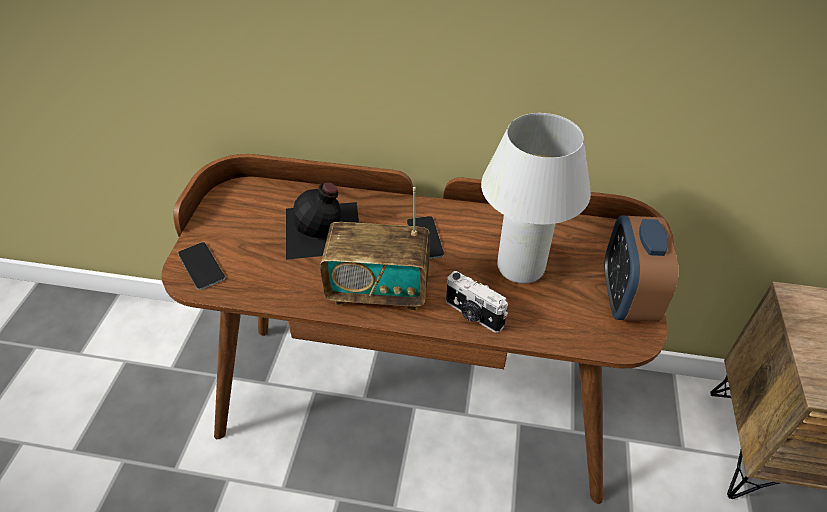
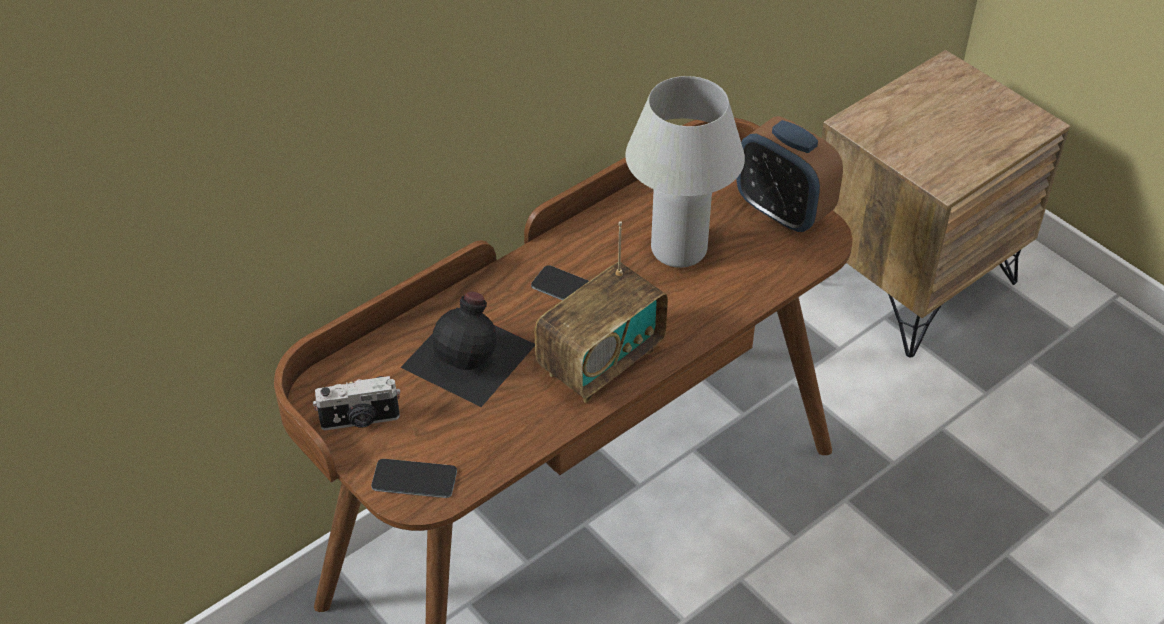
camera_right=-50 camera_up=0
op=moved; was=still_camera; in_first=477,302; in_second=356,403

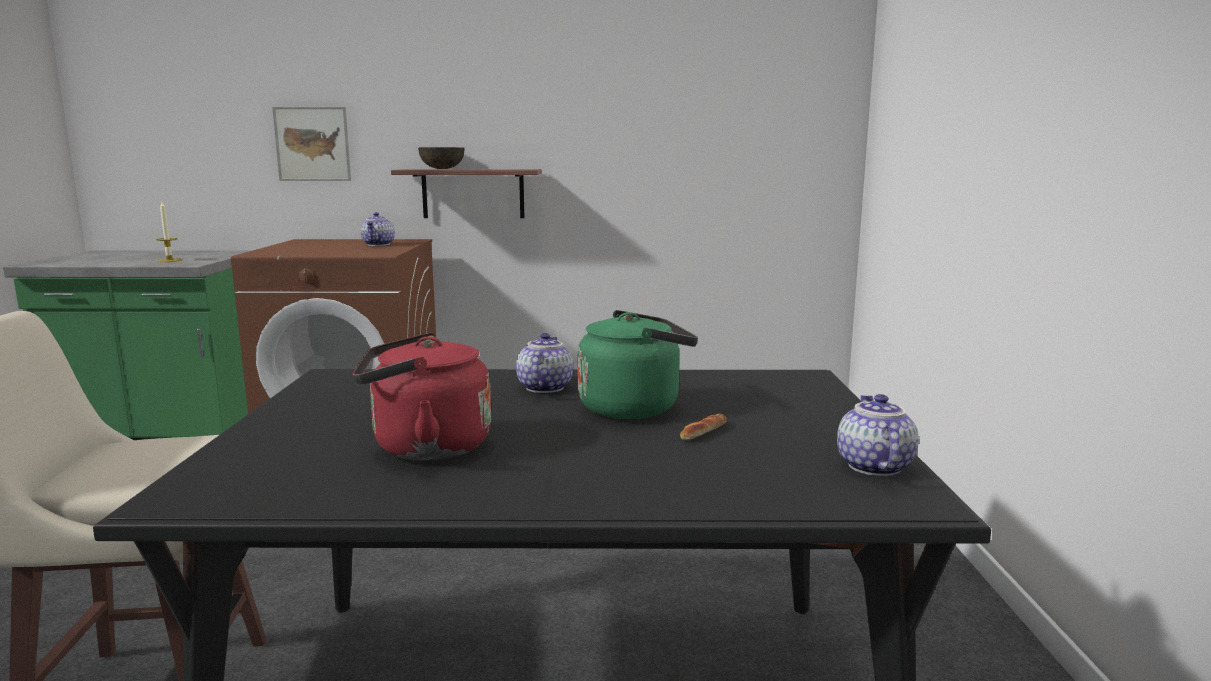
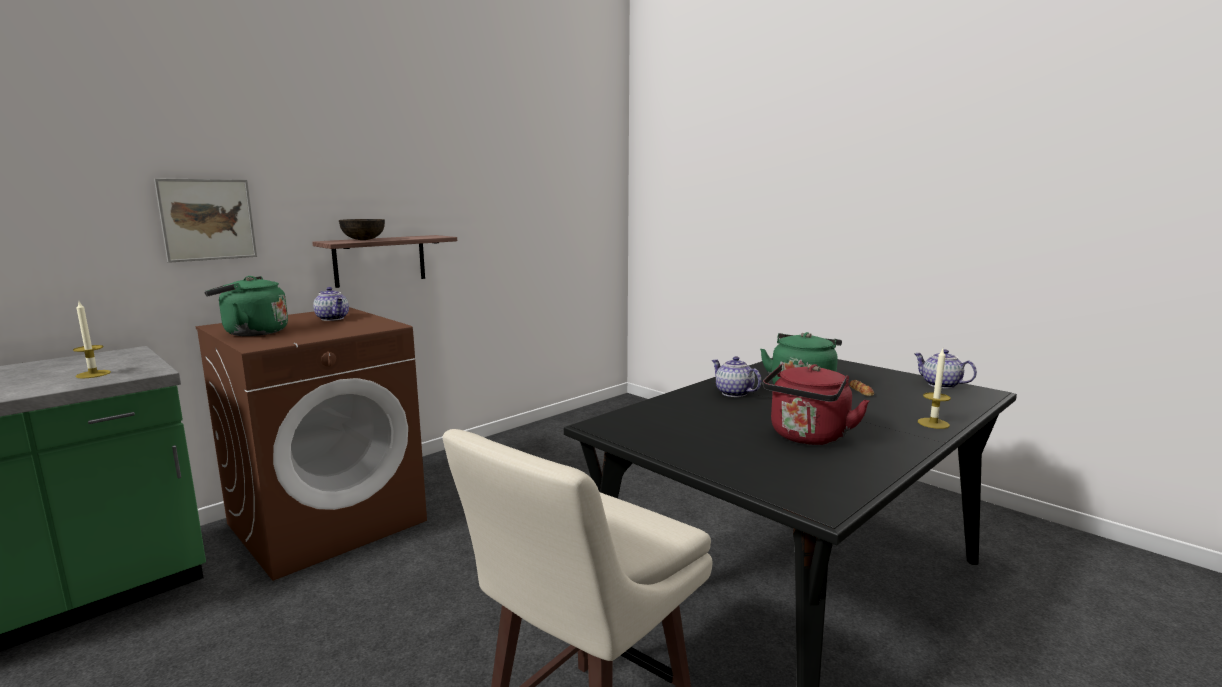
camera_right=-45 camera_up=0
op=added; now=greenish_water_kettle; in_second=246,306
op=added; now=candle; in_second=934,389

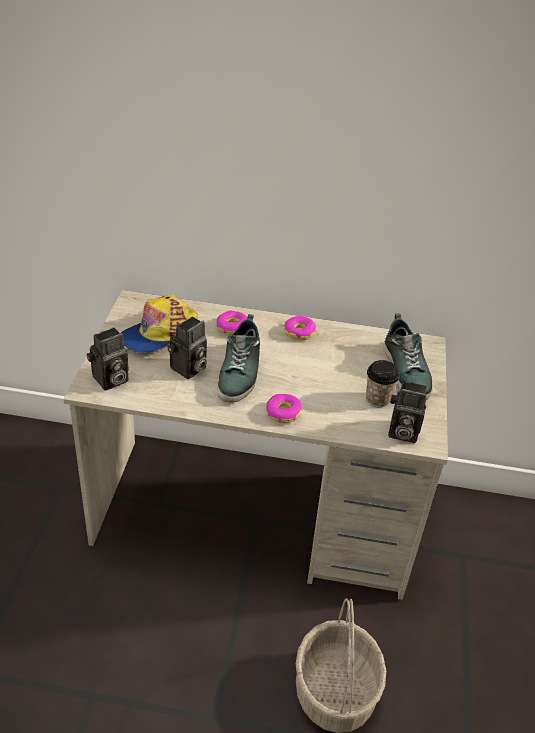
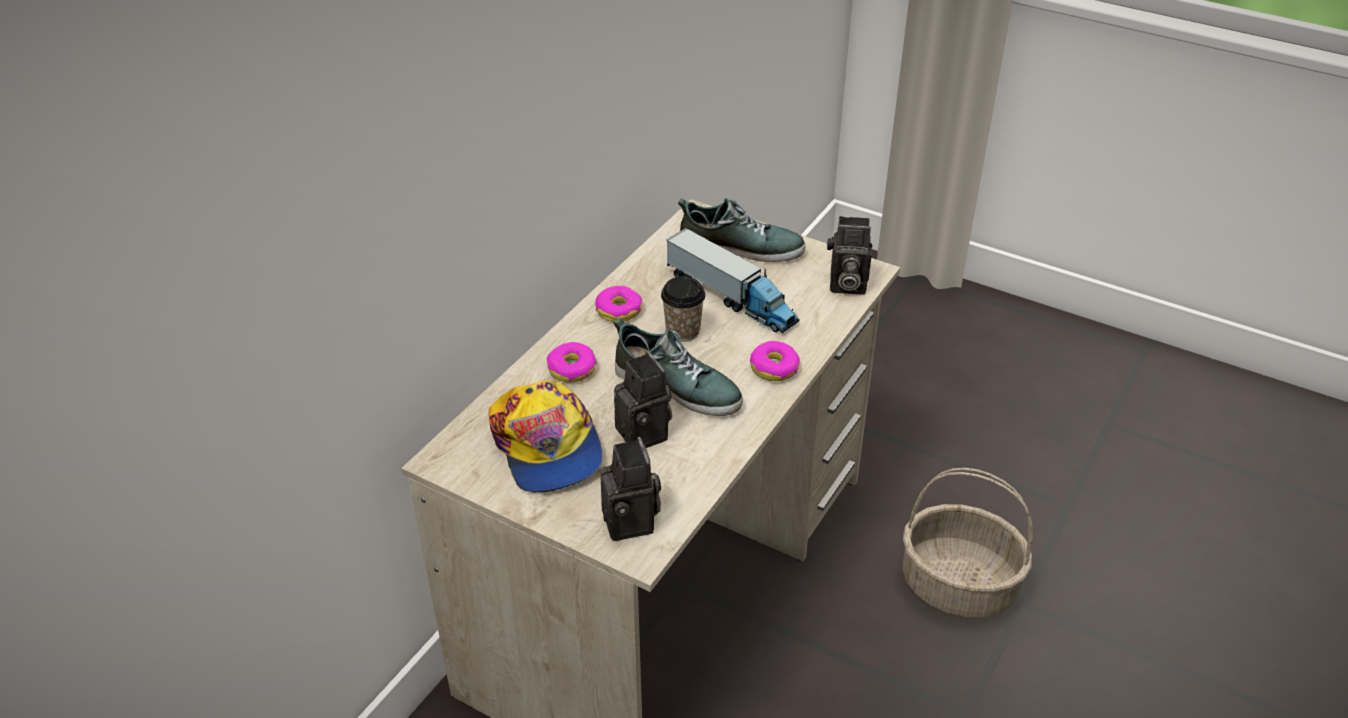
camera_right=-65 camera_up=0
op=moved; was=drinking_cup; in_first=383,383; in_second=683,309
op=turned; was=still_camera; in_first=407,412; in_second=849,255; clockwise=60
op=added; now=toy_lorry; in_second=732,280

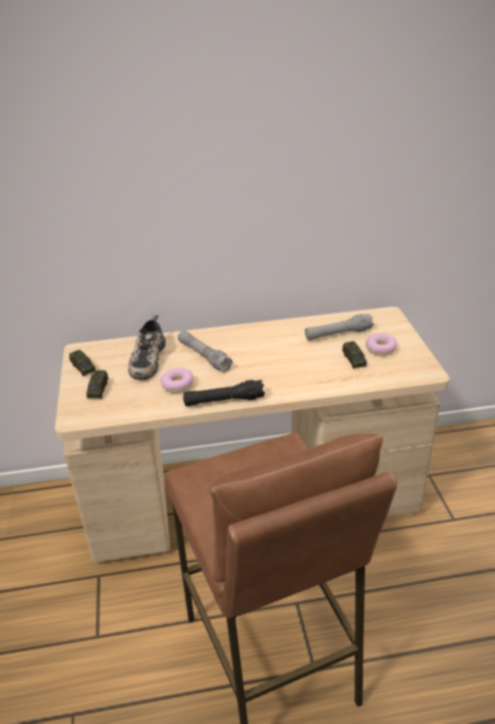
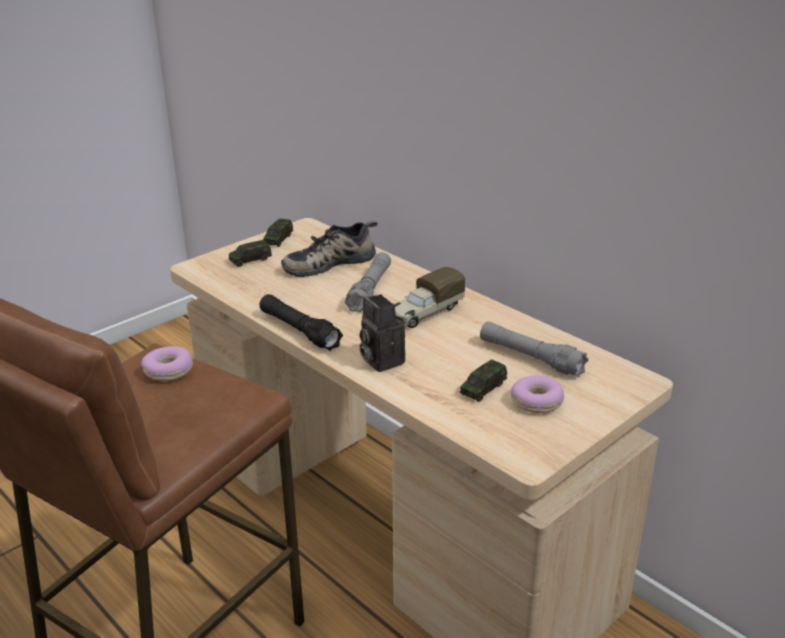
camera_right=55 camera_up=-5
op=moved; was=donut; in_first=176,380; in_second=167,363
op=added; now=toy_lorry; in_second=429,297
op=added; now=still_camera; in_second=382,333

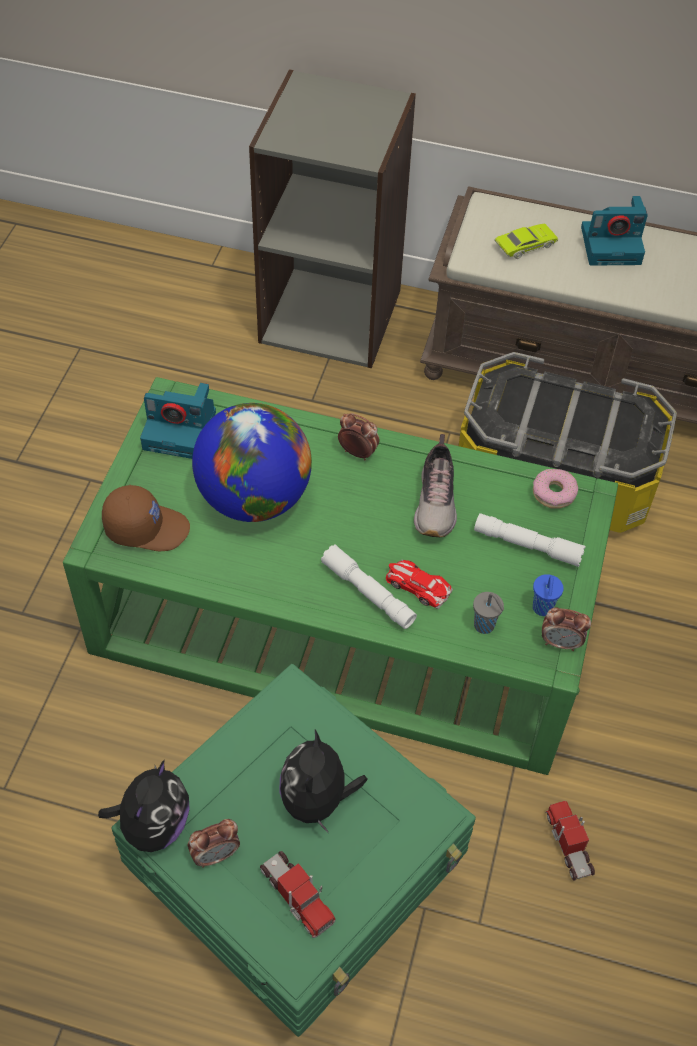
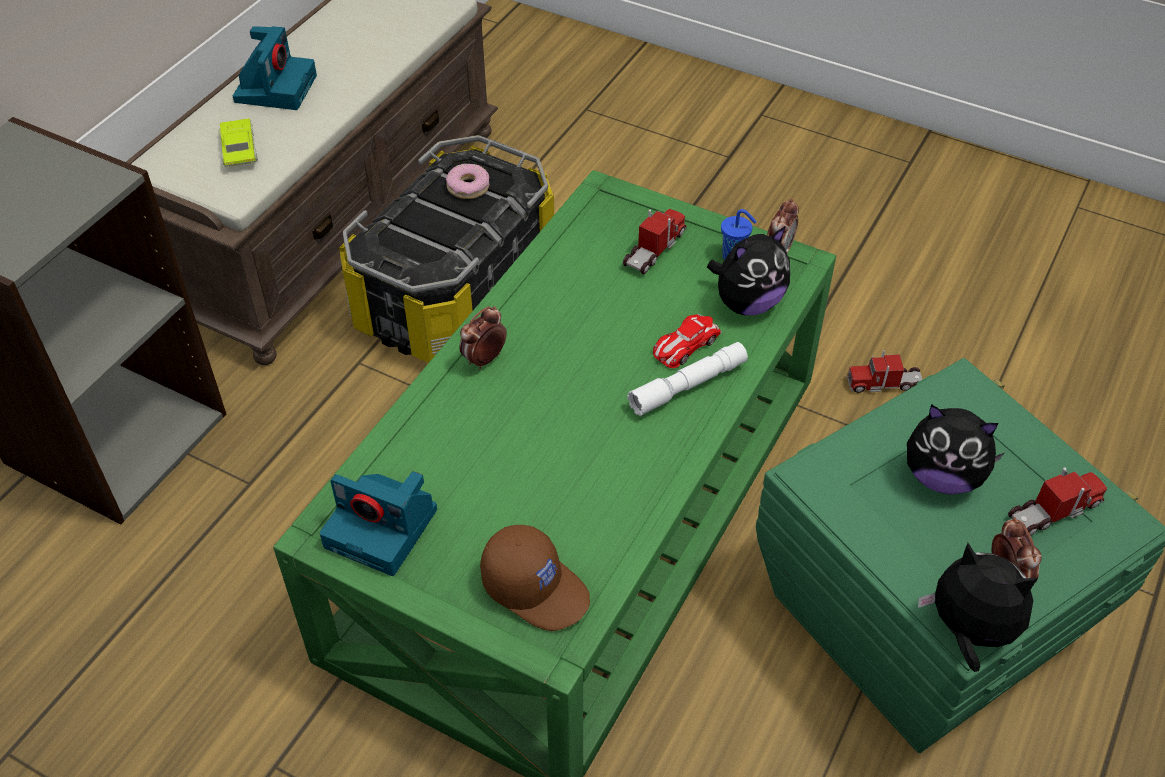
camera_right=-75 camera_up=-5
op=turned; was=still_camera; in_first=178,421; in_second=378,523; clockwise=90
op=removed; was=world_globe; in_first=252,462
op=removed; was=shoe; in_first=435,485
op=moved; was=donut; in_first=555,489; in_second=467,181
op=turned; was=brown-coloured_cap; in_first=146,518; in_second=535,578; clockwise=105
op=replaced; was=whitish_torch; now=toy_lorry; in_first=530,540; in_second=654,242
op=replaced; was=gray_drinking_cup; now=soft_toy; in_first=488,613; in_second=748,271

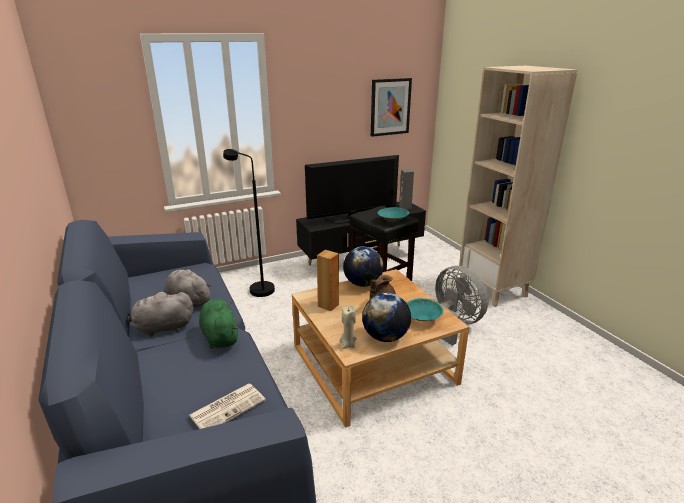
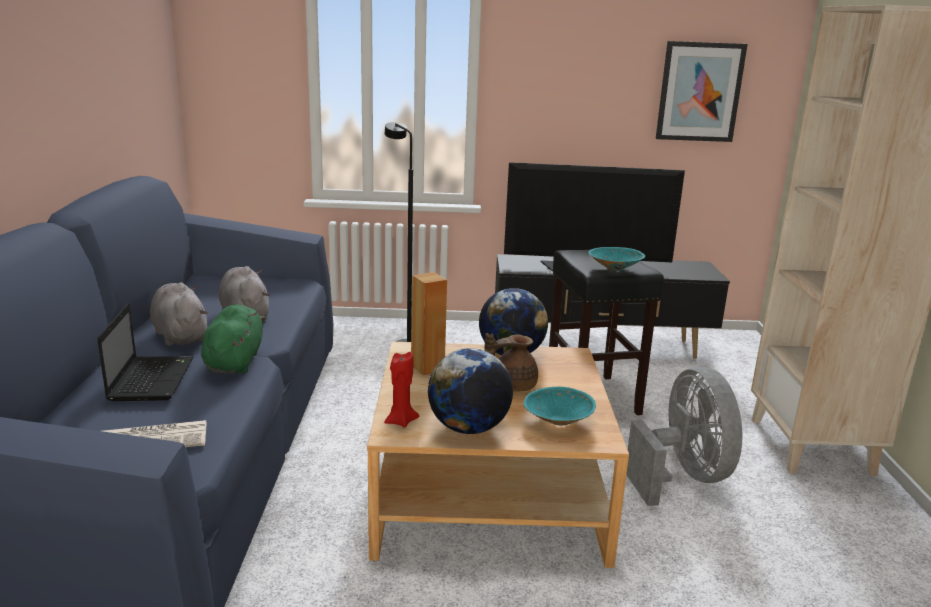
camera_right=25 camera_up=-5
op=removed; was=gray_speaker; in_first=406,189
op=turned; was=gray_soft_toy; in_first=160,314; in_second=179,314; clockwise=45
op=recoloured; was=beige-coloured_candle; now=red-coloured_candle; in_first=348,327; in_second=401,389
op=added; now=portable_computer; in_second=145,352

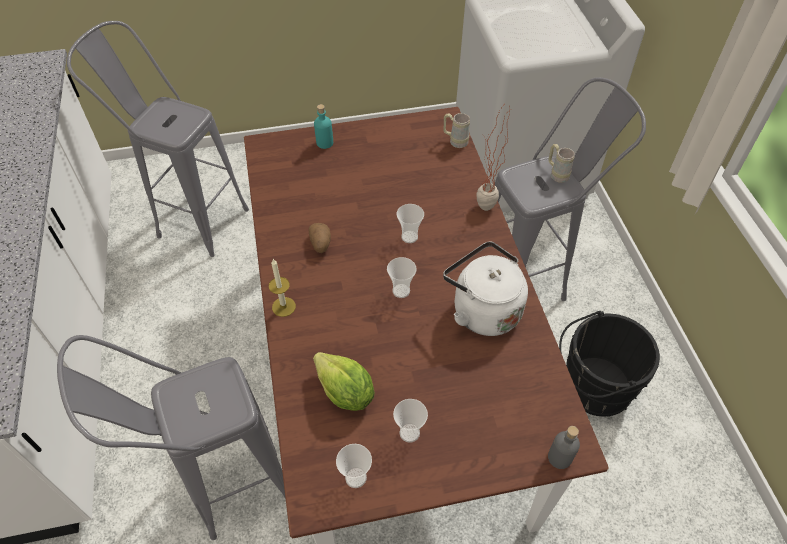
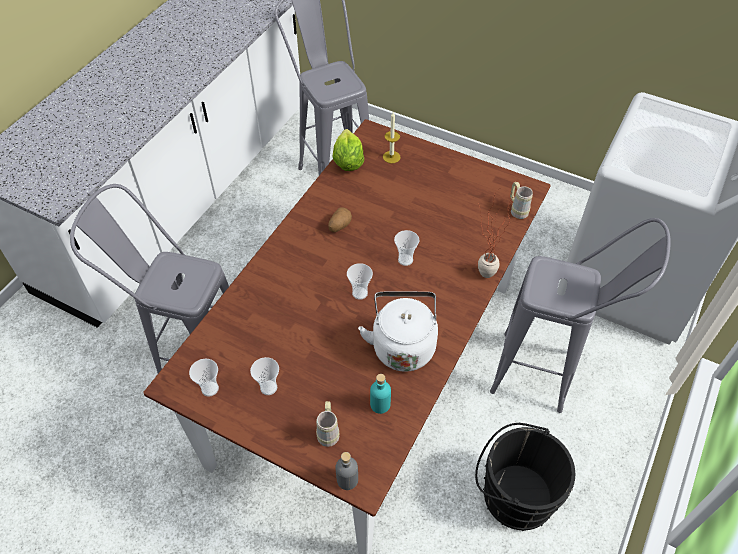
camera_right=40 camera_up=0
op=moved; was=turquoise_bottle; in_first=323,126; in_second=380,394
op=moved; was=beige-coloured_mug; in_first=561,163; in_second=328,424
op=moved; was=candle; in_first=282,288; in_second=392,137
op=moved; was=lettuce_head; in_first=344,381; in_second=348,150

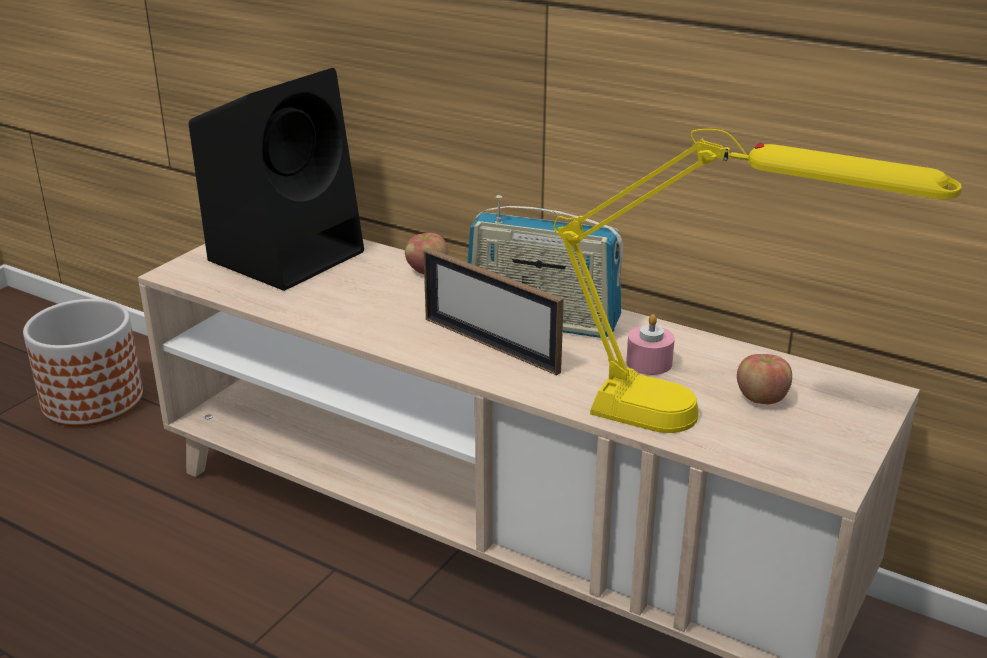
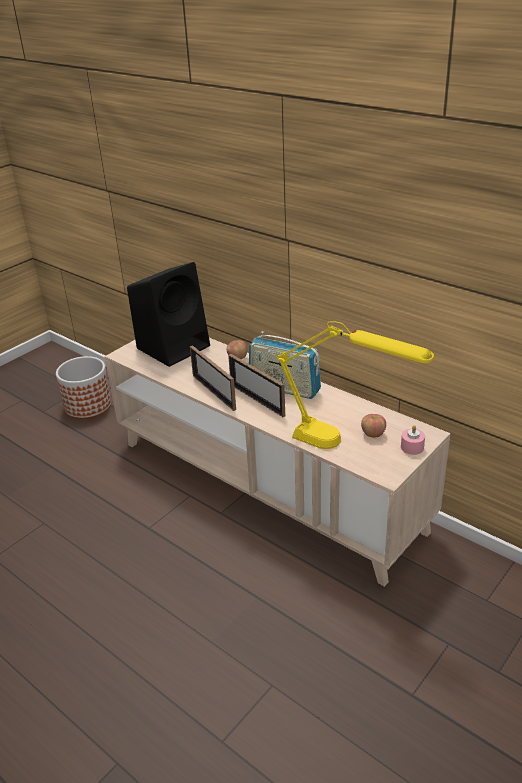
camera_right=10 camera_up=5
op=moved; was=pinkish_candle; in_first=650,344; in_second=413,440
op=added; now=standing_frame; in_second=213,378

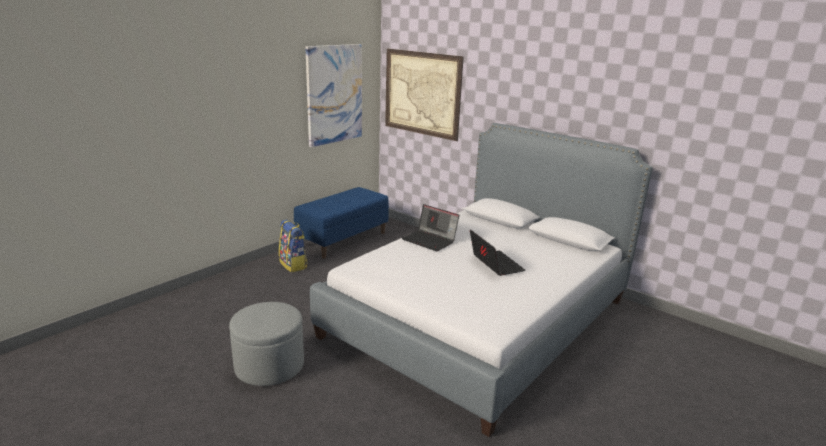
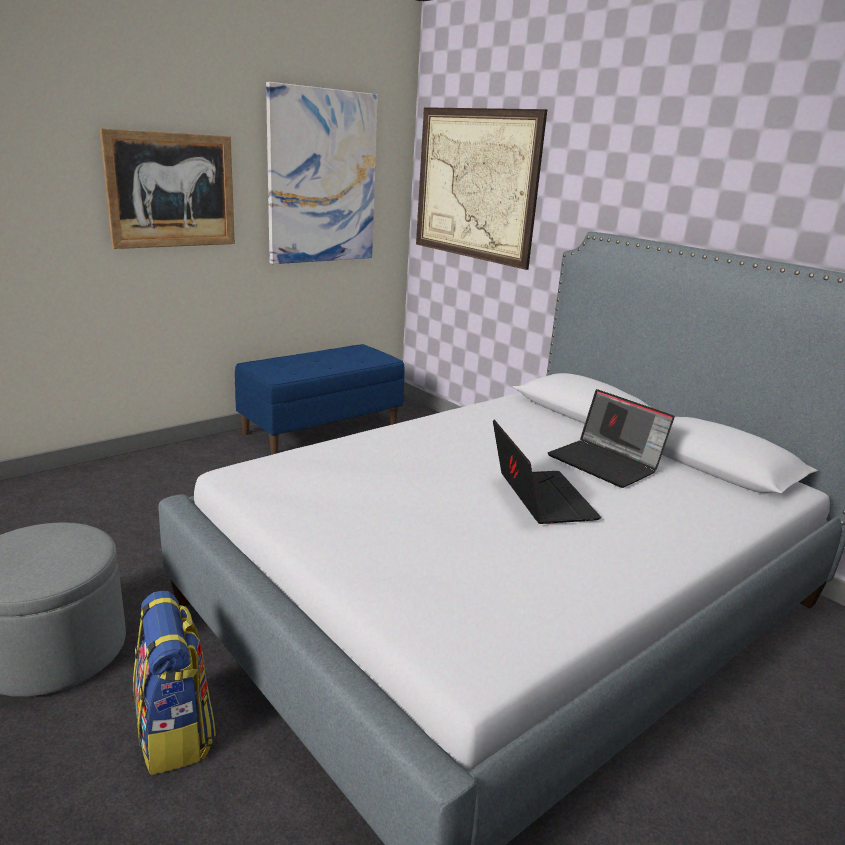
camera_right=10 camera_up=0
op=moved; was=portable_computer; in_first=431,227; in_second=611,438
op=moved; was=rucksack; in_first=293,246; in_second=174,683
op=added; now=picture; in_second=167,188

